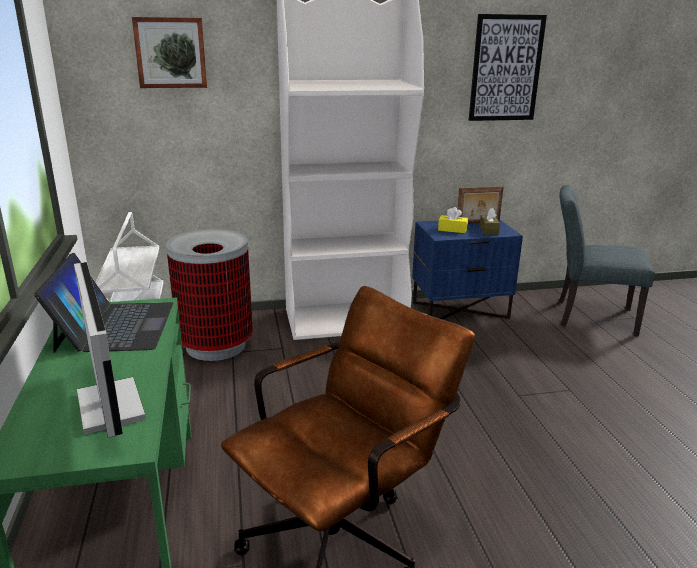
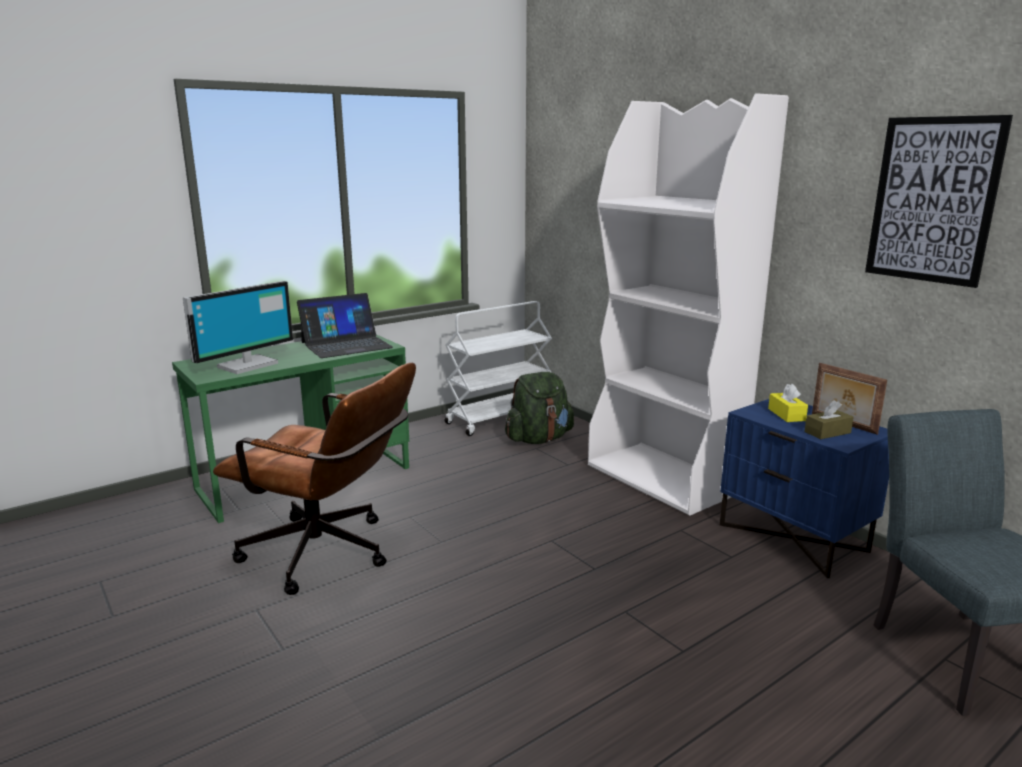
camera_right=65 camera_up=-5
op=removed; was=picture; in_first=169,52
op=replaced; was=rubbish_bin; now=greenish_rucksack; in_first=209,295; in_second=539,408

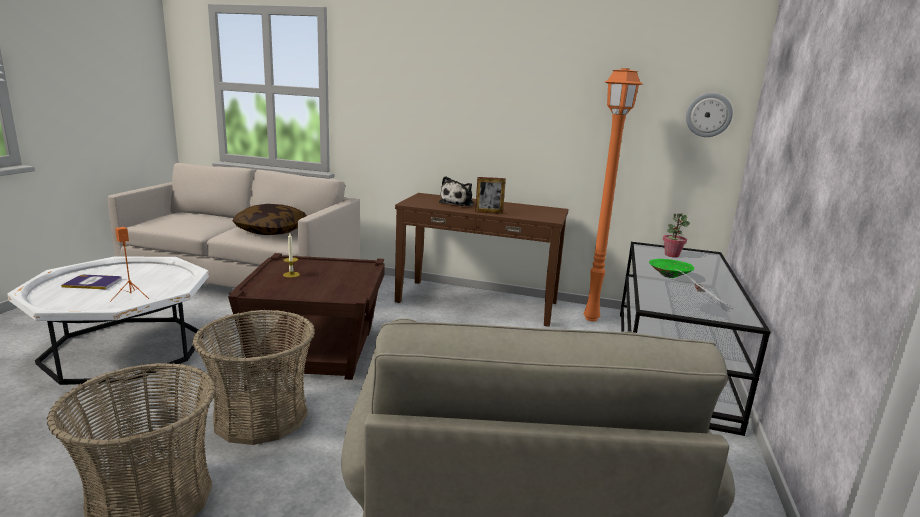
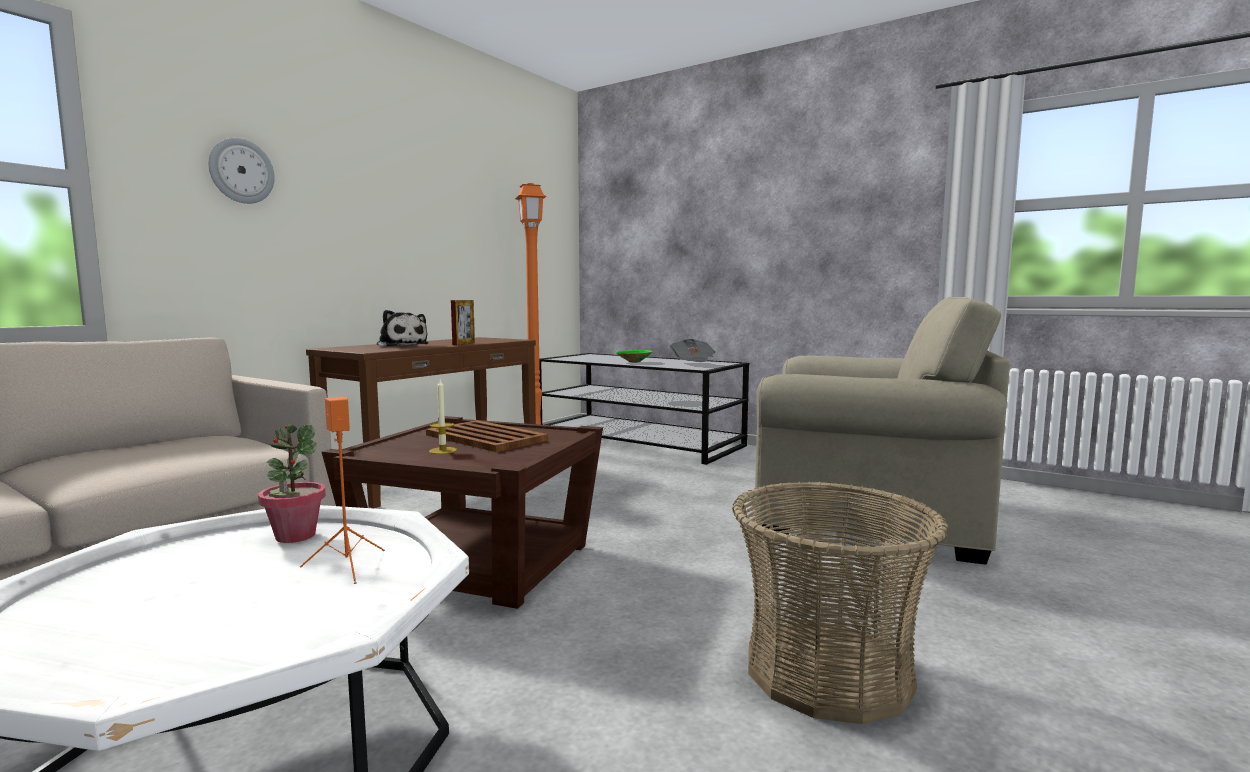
camera_right=-70 camera_up=-10
op=moved; was=hanging_clock; in_first=709,115; in_second=241,171
op=removed; was=cushion; in_first=269,219
op=moved; was=plant_in_a_pot; in_first=676,235; in_second=292,483
op=removed; was=book; in_first=91,282
op=removed; was=basket; in_first=253,377
op=added; now=brown-coloured_serving_tray; in_second=487,436

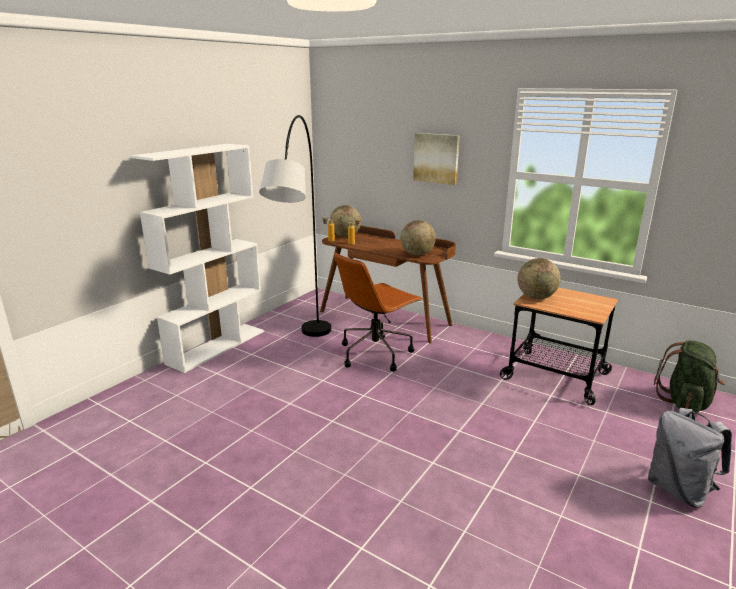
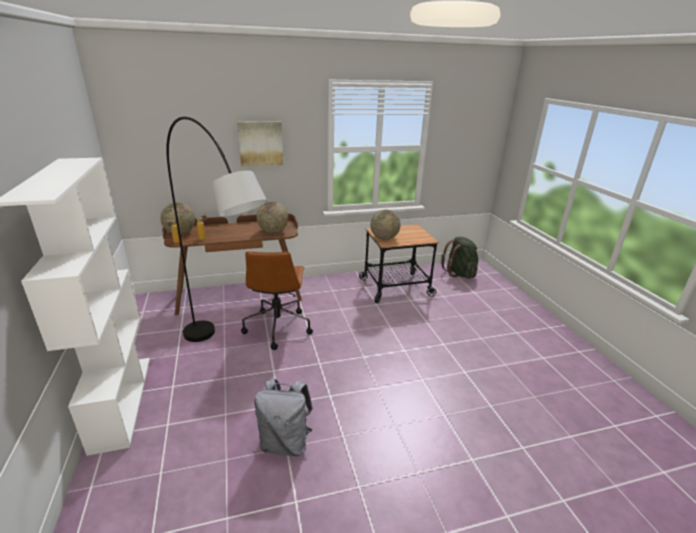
camera_right=-50 camera_up=5
op=moved; was=gray_rucksack; in_first=690,458; in_second=283,417

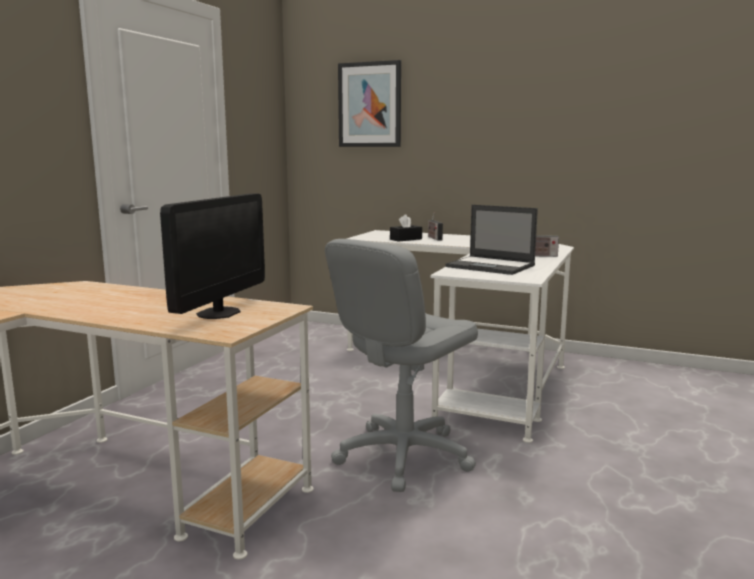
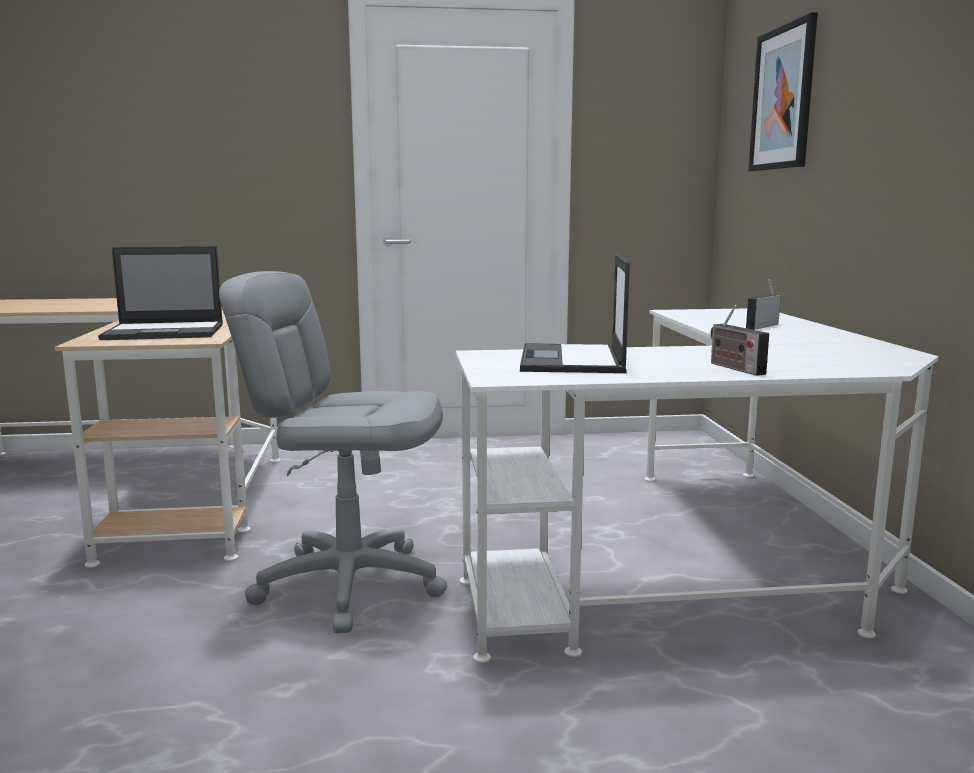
camera_right=60 camera_up=0
op=replaced; was=monitor; now=portable_computer; in_first=212,256; in_second=160,293
op=removed; was=black_tissue_box; in_first=406,228

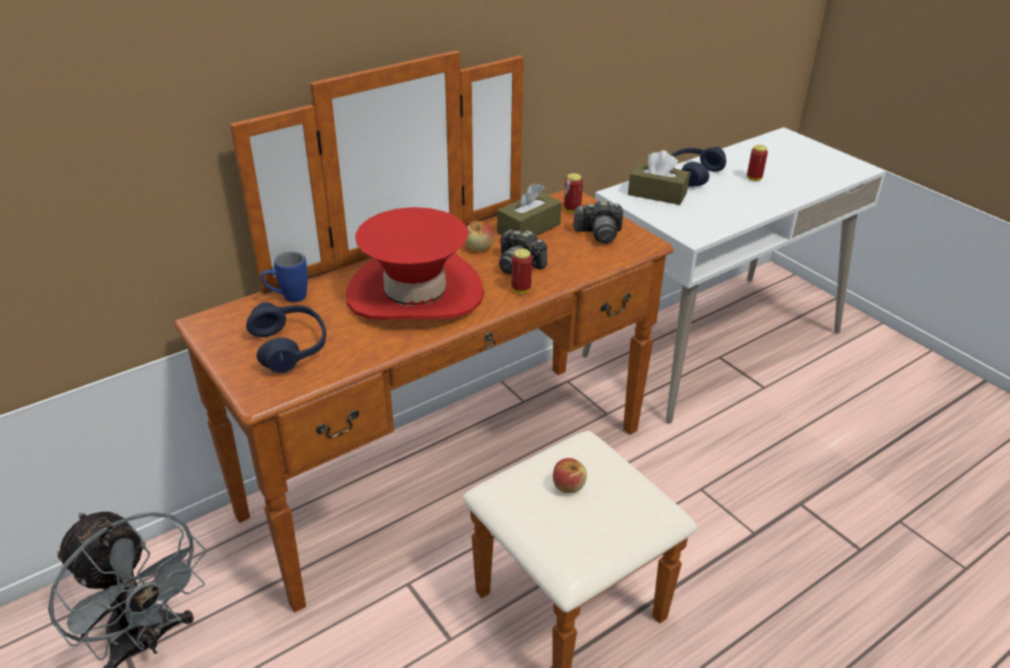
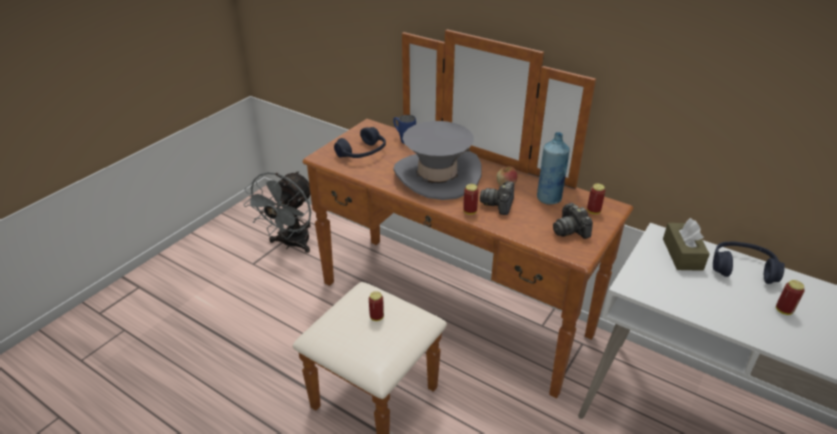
camera_right=70 camera_up=0
op=replaced; was=brown-coloured_tissue_box; now=bluish_bottle; in_first=529,209; in_second=553,168
op=recoloured; was=red-coloured_wearable_hat; now=gray_wearable_hat; in_first=415,263; in_second=437,160
op=replaced; was=whole_apple; now=can; in_first=570,476; in_second=376,306

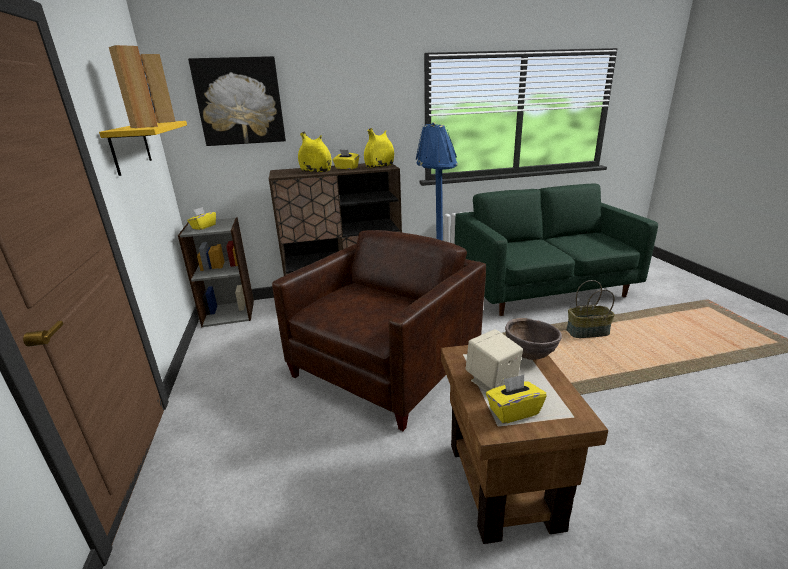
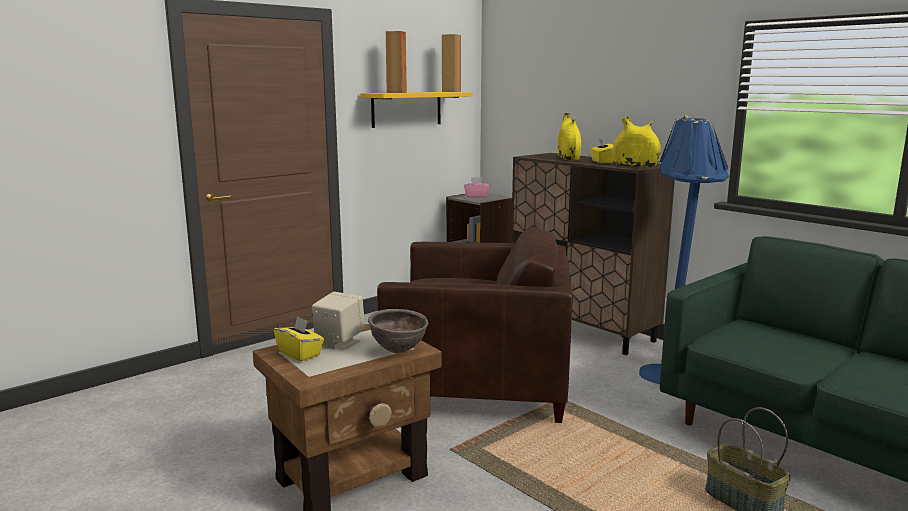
camera_right=60 camera_up=-10
op=removed; was=picture; in_first=237,101
op=recoloured; was=yellowish_tissue_box; now=pinkish_tissue_box; in_first=201,218; in_second=476,187

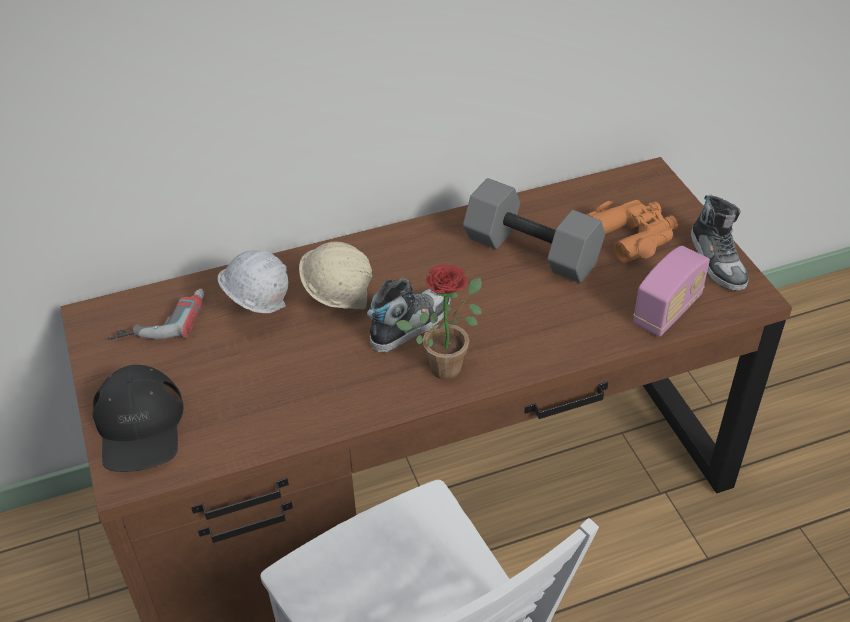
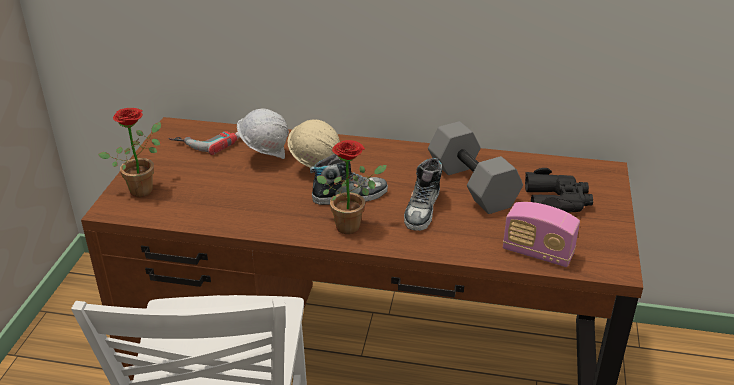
camera_right=30 camera_up=-10
op=moved; was=shoe; in_first=720,243; in_second=423,194
op=recoloured; was=orange-coloured_field_glasses; now=black_field_glasses; in_first=632,231; in_second=559,190
op=turned; was=radio; in_first=671,291; in_second=541,234; clockwise=45
op=replaced; was=black_cap; now=plant_in_a_pot; in_first=137,418; in_second=129,152

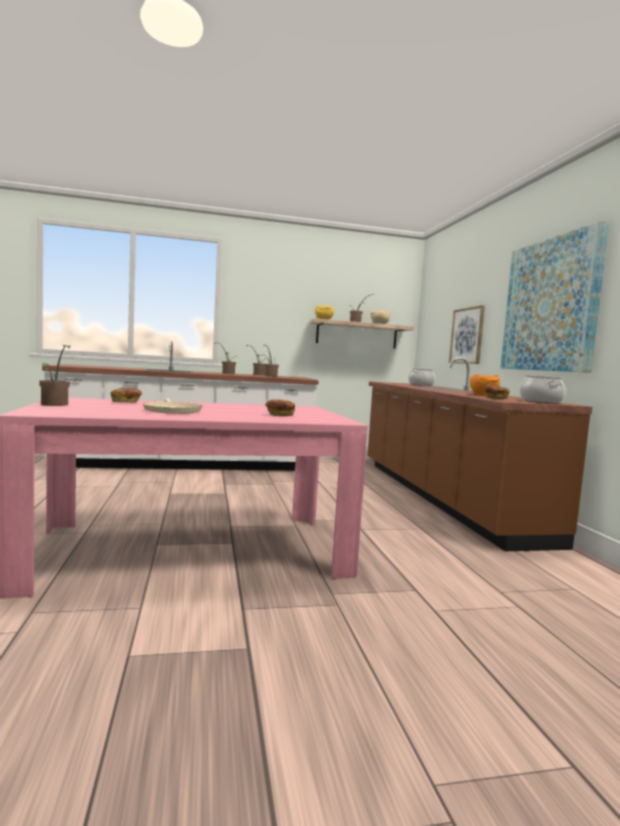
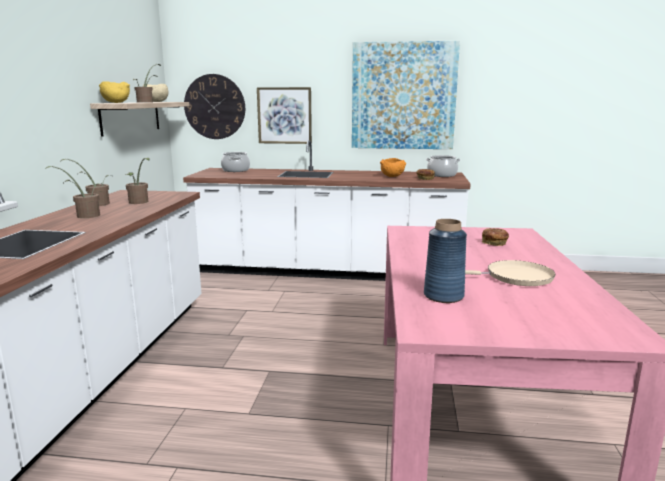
camera_right=-70 camera_up=10
op=removed; was=plant_in_a_pot; in_first=55,375
op=recoloured; was=brown-coloured_counter; now=whitish_counter; in_first=479,454; in_second=327,210
op=replaced; was=baked_bread; now=bluish_decorative_vase; in_first=126,395; in_second=445,261
op=added; now=hanging_clock; in_second=214,106

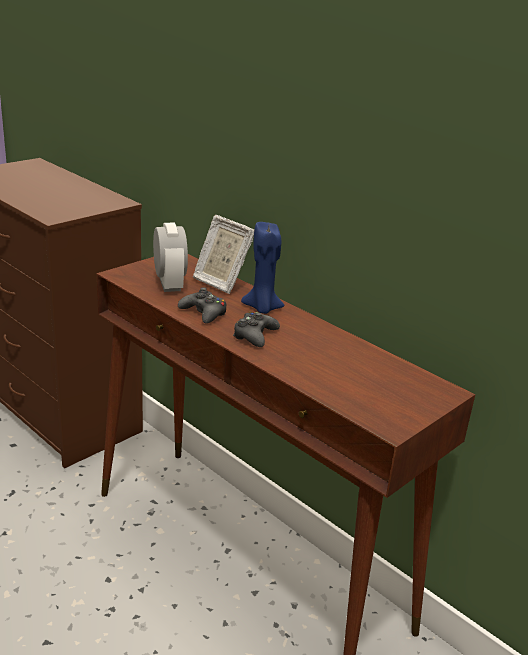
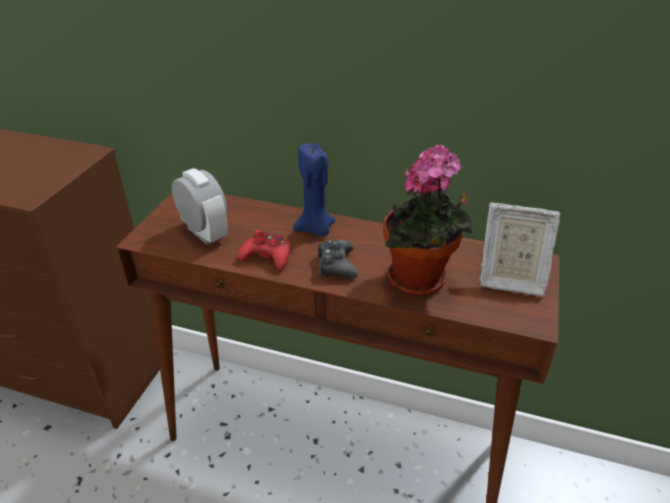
camera_right=-25 camera_up=10
op=moved; was=standing_frame; in_first=223,254; in_second=520,249
op=recoloured; was=black_gamepad; now=red-coloured_gamepad; in_first=202,305; in_second=264,250
op=added; now=plant_in_a_pot; in_second=427,220

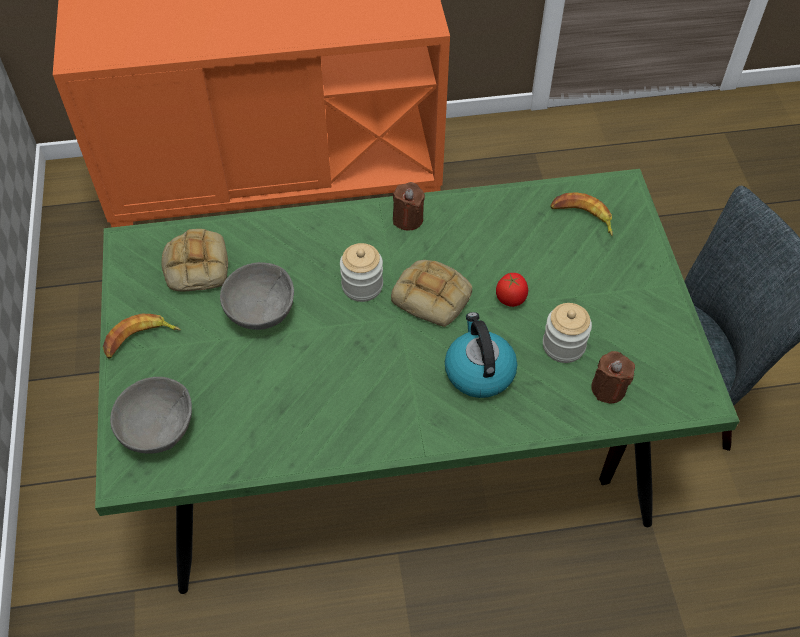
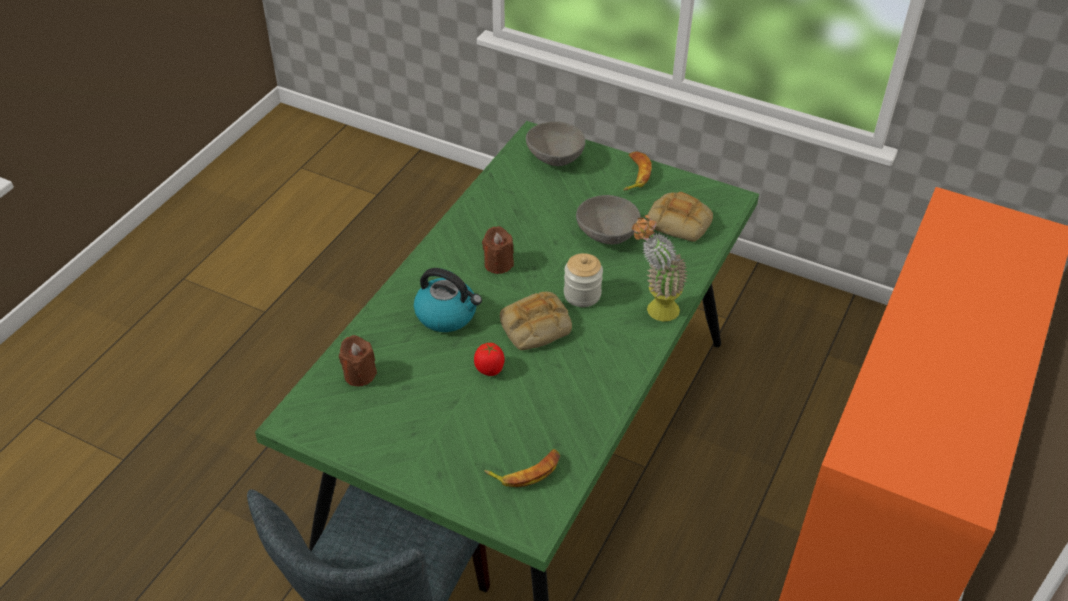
camera_right=125 camera_up=-10
op=moved; was=brown-coloured_candle; in_first=409,206; in_second=498,250
op=removed; was=storage_jar; in_first=567,333
op=added; now=plant_in_a_pot; in_second=660,268

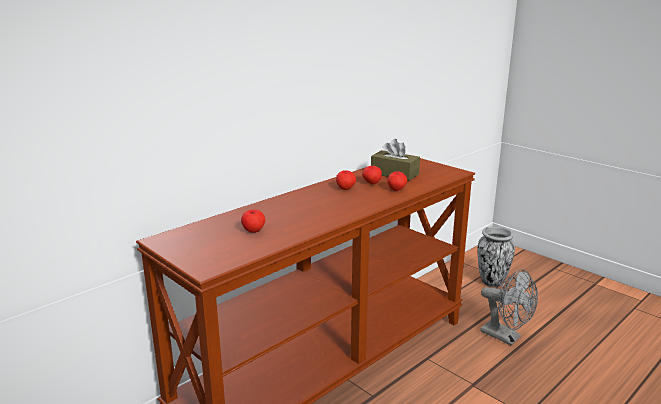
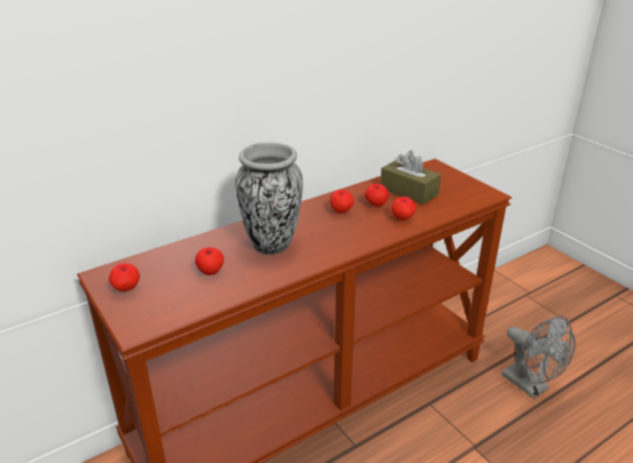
camera_right=10 camera_up=10
op=moved; was=decorative_vase; in_first=496,256; in_second=269,198
op=added; now=whole_apple; in_second=124,277

